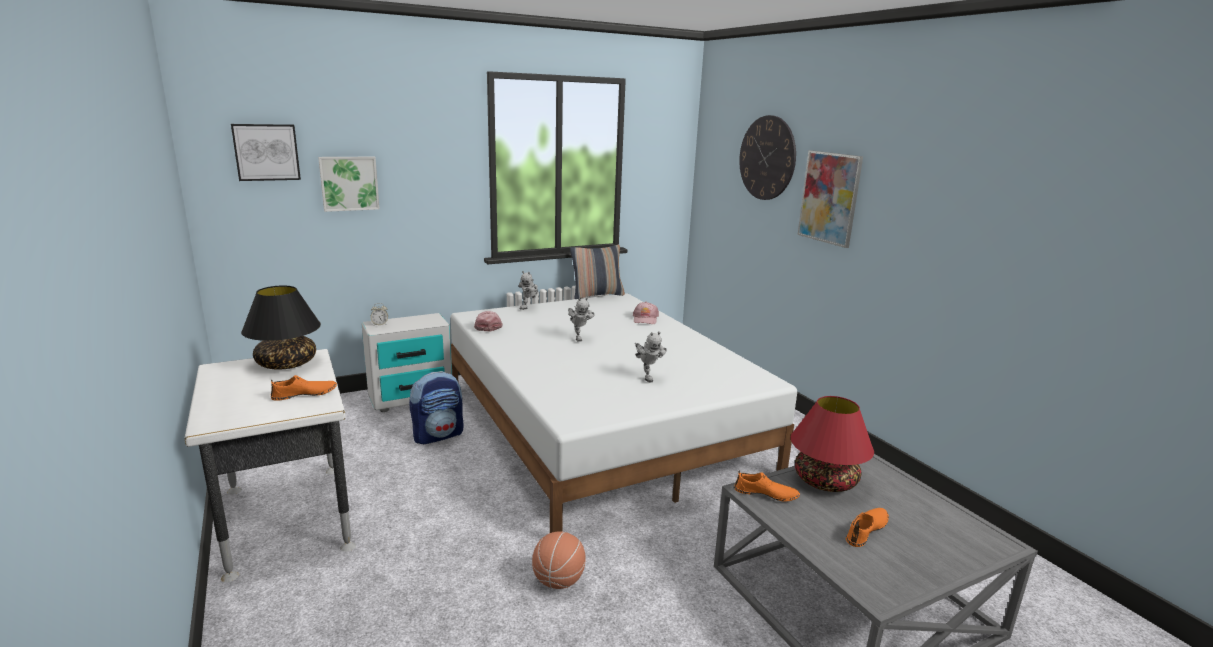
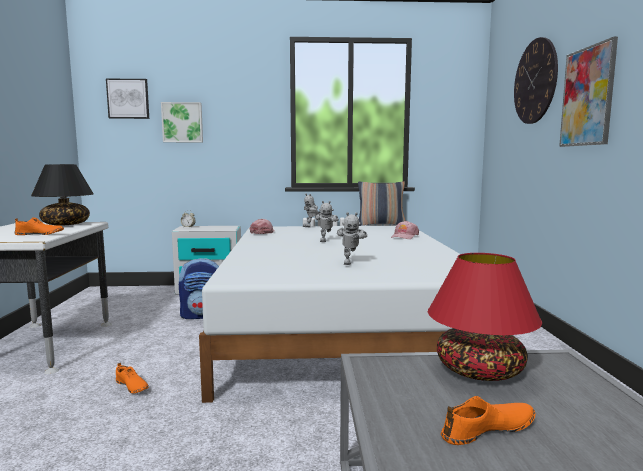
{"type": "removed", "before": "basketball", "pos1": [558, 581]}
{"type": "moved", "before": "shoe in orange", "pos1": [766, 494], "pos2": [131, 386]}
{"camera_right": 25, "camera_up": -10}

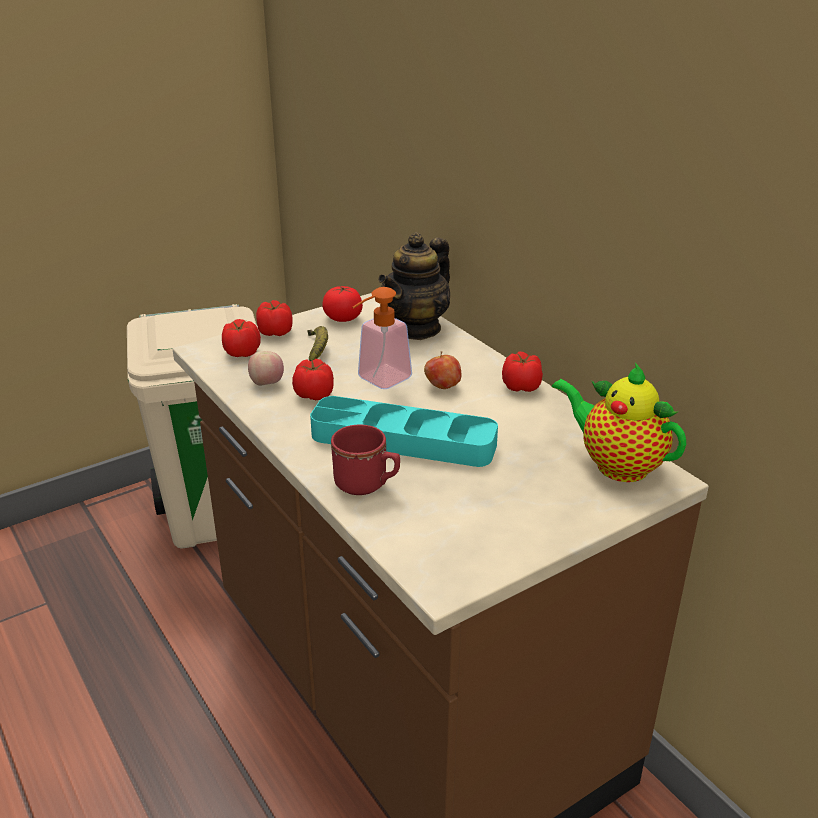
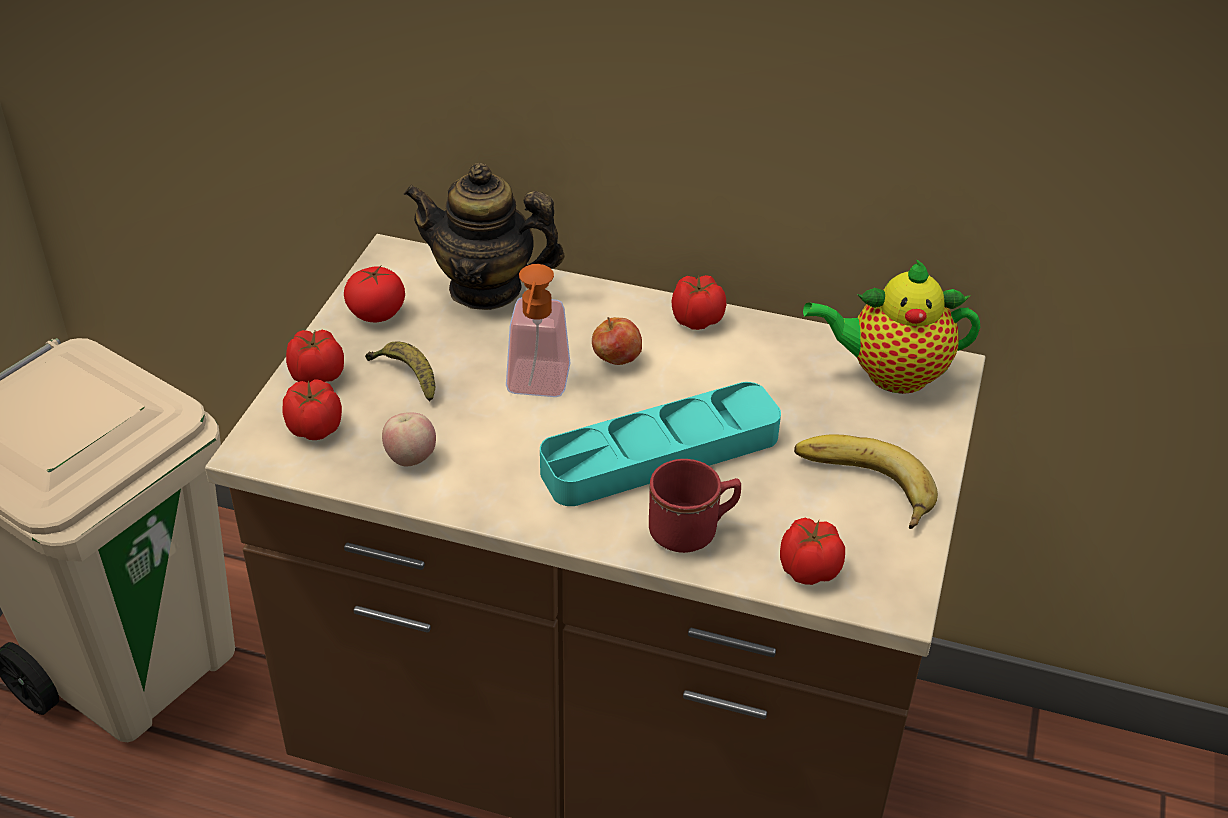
{"type": "added", "after": "banana", "pos2": [861, 488]}
{"type": "moved", "before": "tomato", "pos1": [315, 394], "pos2": [808, 568]}
{"type": "turned", "before": "teapot", "pos1": [416, 328], "pos2": [486, 288], "turn": 105}
{"camera_right": -40, "camera_up": 10}

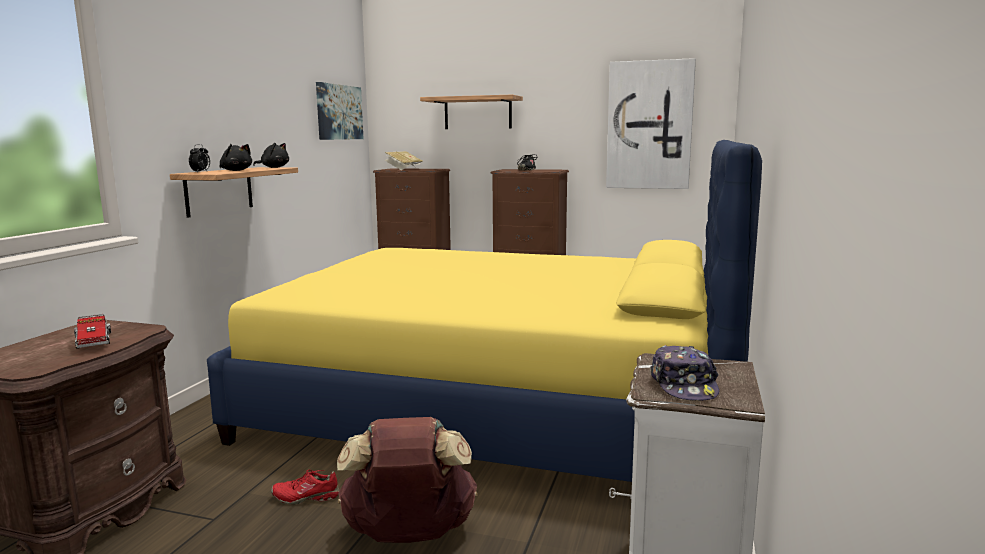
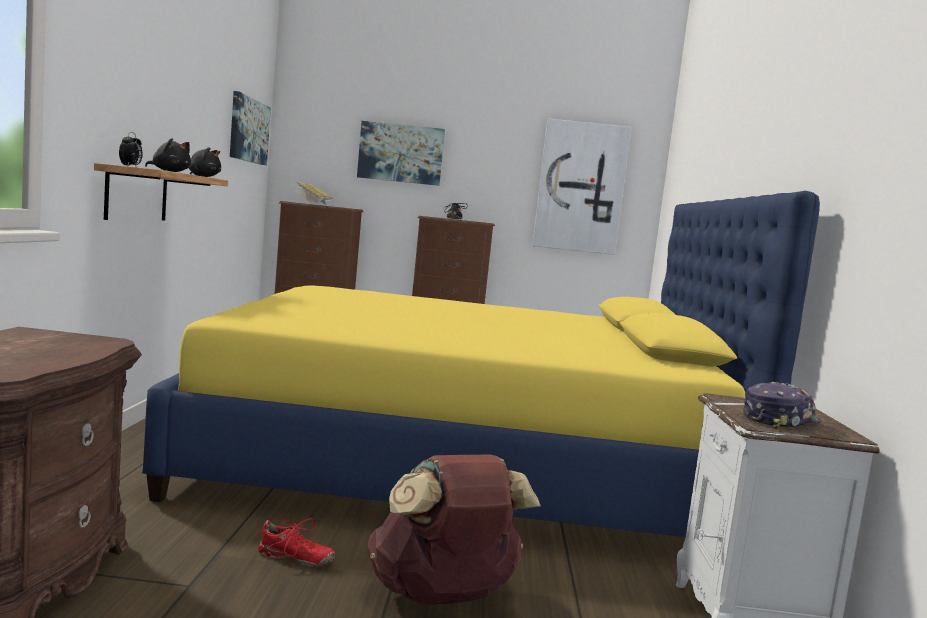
{"type": "removed", "before": "toy truck", "pos1": [93, 342]}
{"type": "replaced", "before": "shelf", "after": "picture", "pos1": [478, 113], "pos2": [401, 153]}
{"type": "turned", "before": "shoe in red", "pos1": [306, 497], "pos2": [295, 558], "turn": -150}
{"type": "turned", "before": "cap", "pos1": [684, 386], "pos2": [779, 420], "turn": -105}
{"camera_right": -15, "camera_up": -5}

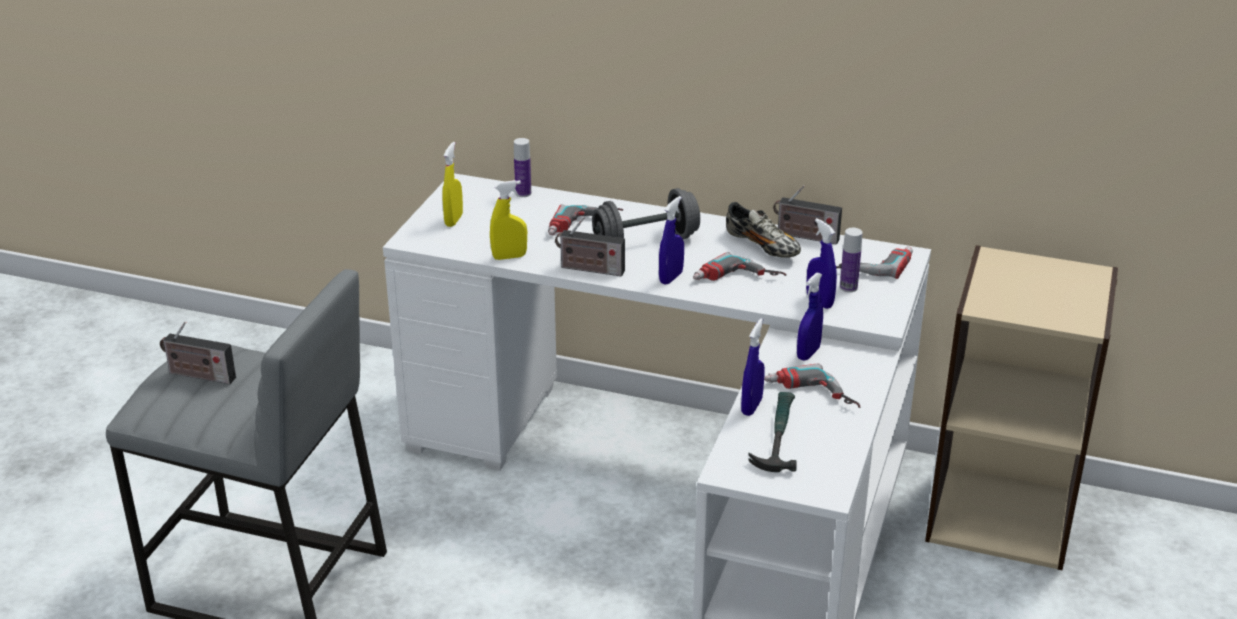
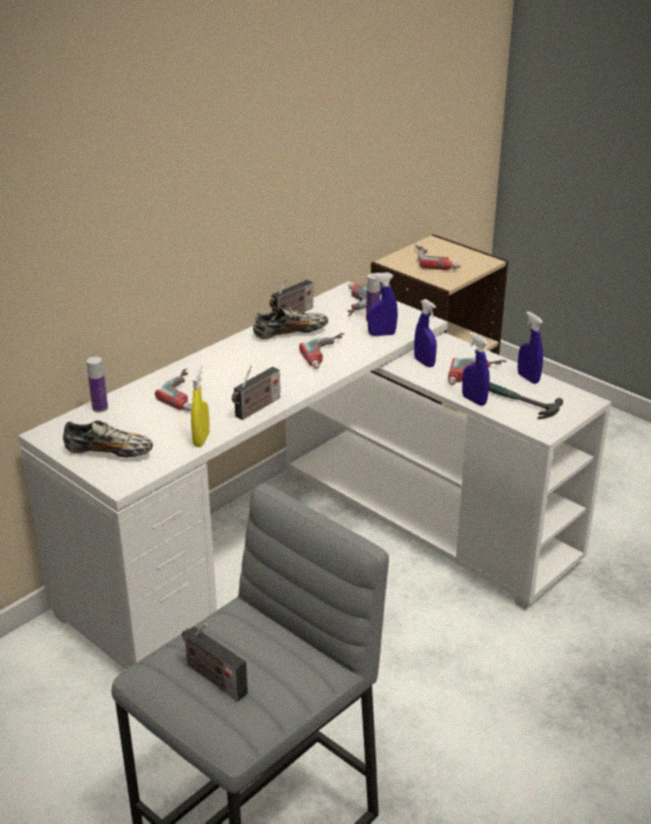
{"type": "removed", "before": "dumbbell in grey", "pos1": [645, 242]}
{"type": "added", "after": "power drill", "pos2": [437, 260]}
{"type": "moved", "before": "spray bottle in blue", "pos1": [671, 278], "pos2": [528, 378]}
{"type": "replaced", "before": "spray bottle in yellow", "after": "shoe", "pos1": [453, 220], "pos2": [109, 453]}
{"type": "turned", "before": "radio", "pos1": [199, 375], "pos2": [213, 678], "turn": 90}
{"camera_right": -65, "camera_up": 0}

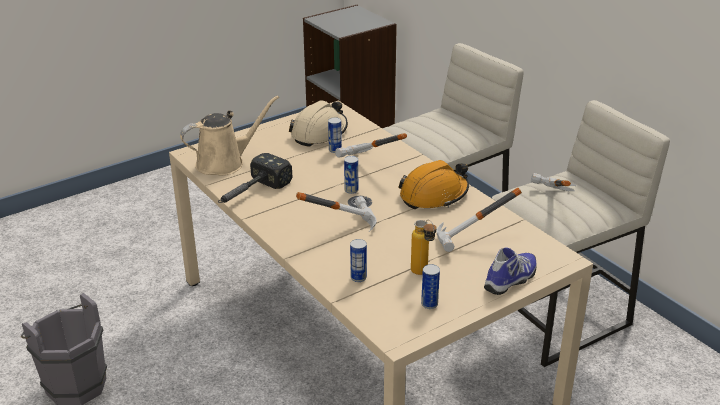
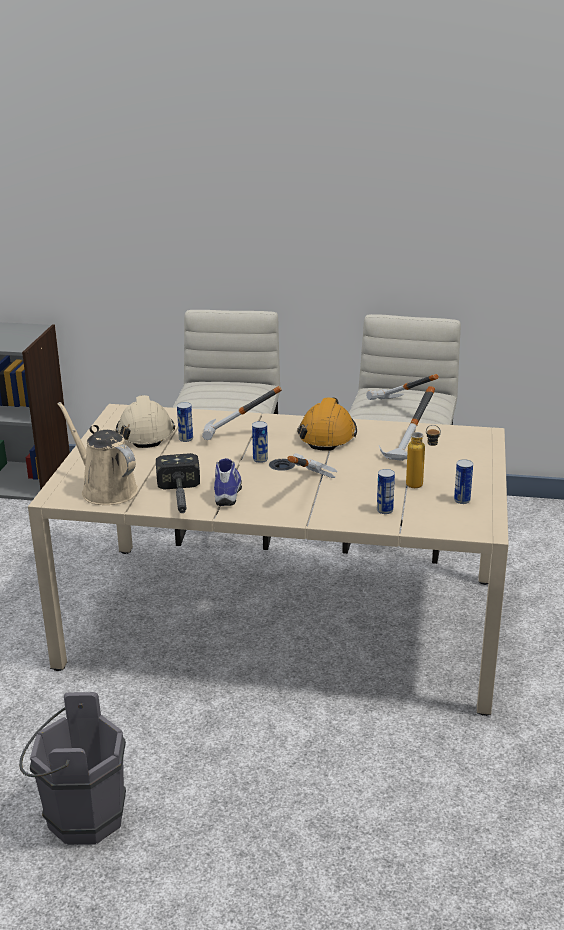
{"type": "moved", "before": "shoe", "pos1": [511, 280], "pos2": [228, 492]}
{"type": "turned", "before": "watering can in beige", "pos1": [225, 163], "pos2": [105, 489], "turn": -60}
{"camera_right": -45, "camera_up": -5}

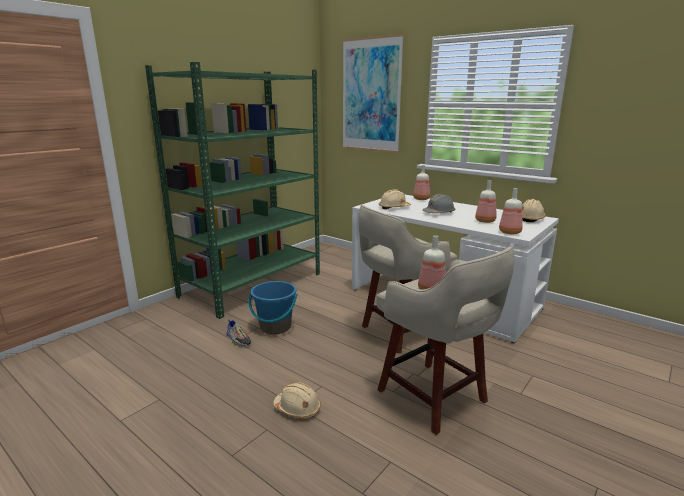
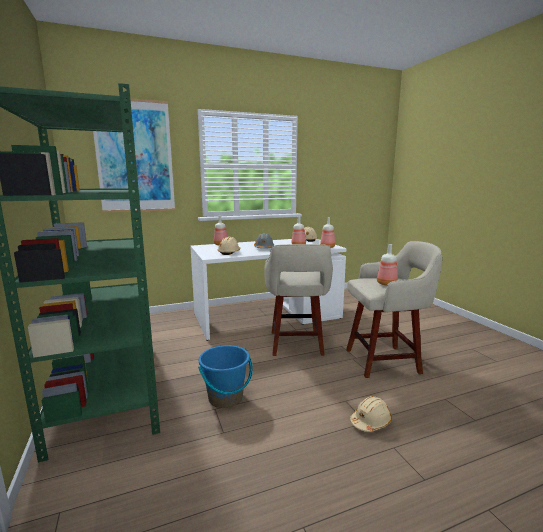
{"type": "removed", "before": "shoe", "pos1": [238, 339]}
{"camera_right": -60, "camera_up": -5}

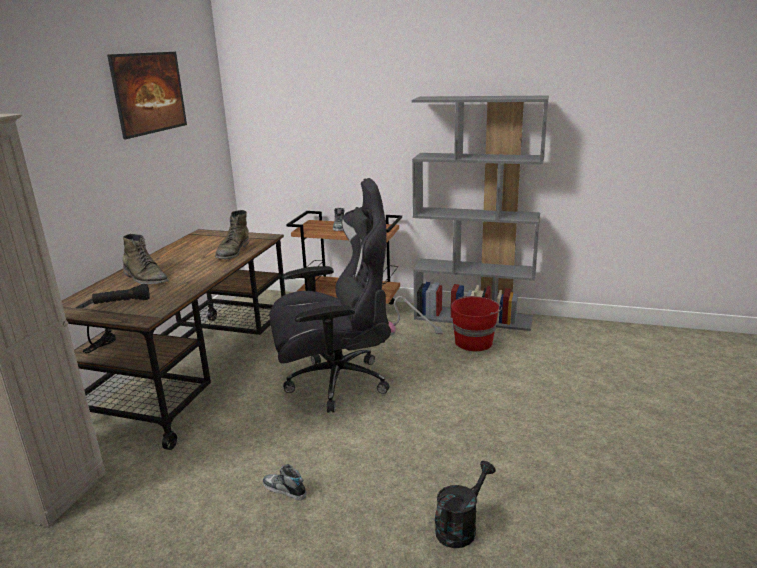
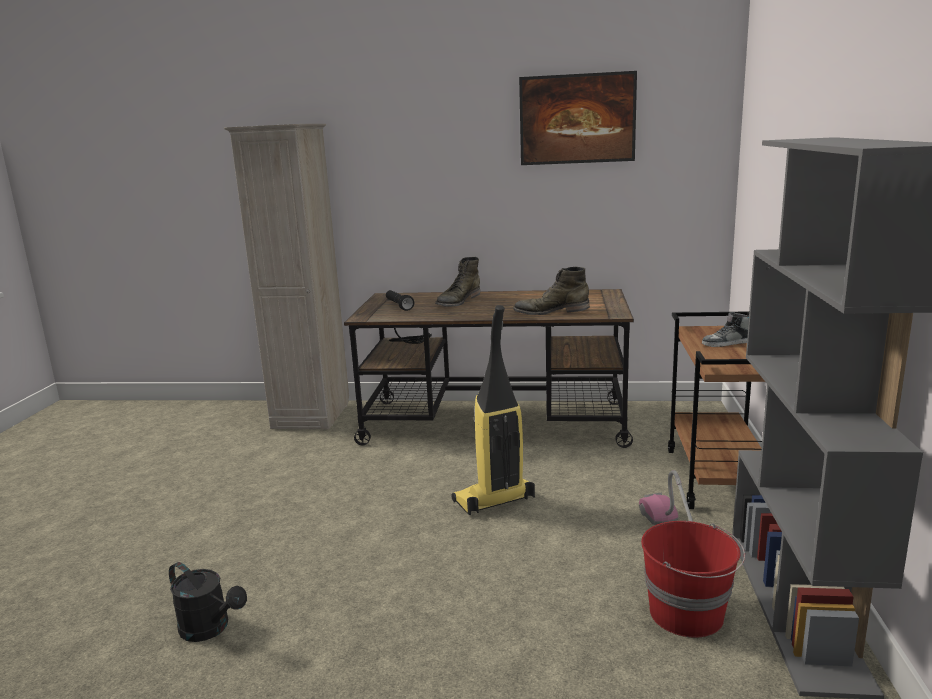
{"type": "removed", "before": "shoe", "pos1": [284, 490]}
{"type": "replaced", "before": "office chair in black", "after": "vacuum cleaner", "pos1": [331, 384], "pos2": [493, 500]}
{"camera_right": 80, "camera_up": -5}

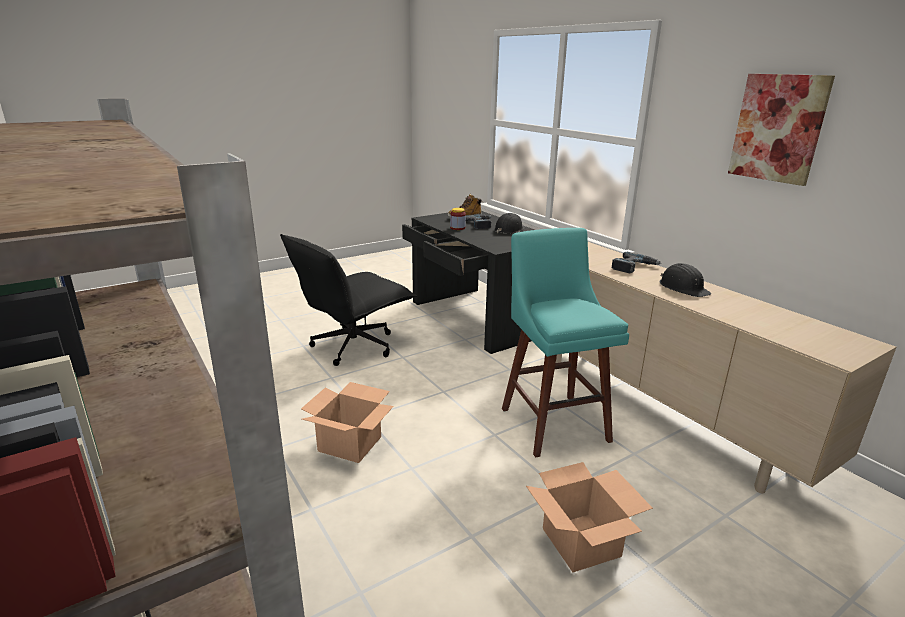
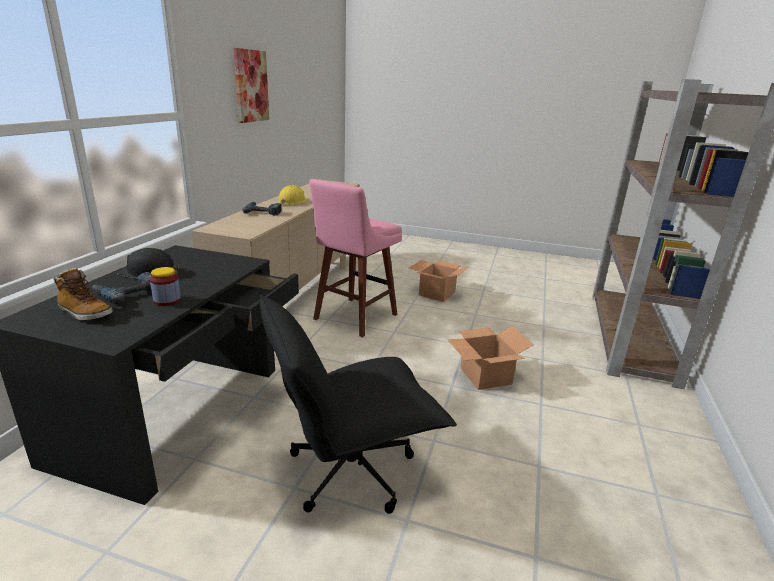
{"type": "recoloured", "before": "stool in turquoise", "after": "stool in pink", "pos1": [553, 423], "pos2": [354, 318]}
{"type": "recoloured", "before": "hard hat in black", "after": "hard hat in yellow", "pos1": [683, 288], "pos2": [292, 201]}
{"type": "turned", "before": "office chair in black", "pos1": [355, 345], "pos2": [353, 469], "turn": 150}
{"camera_right": -130, "camera_up": 0}

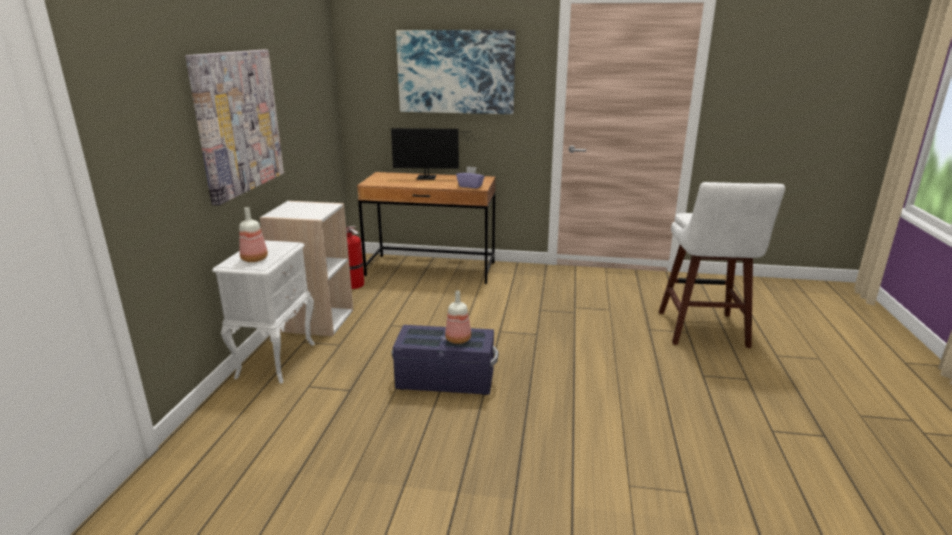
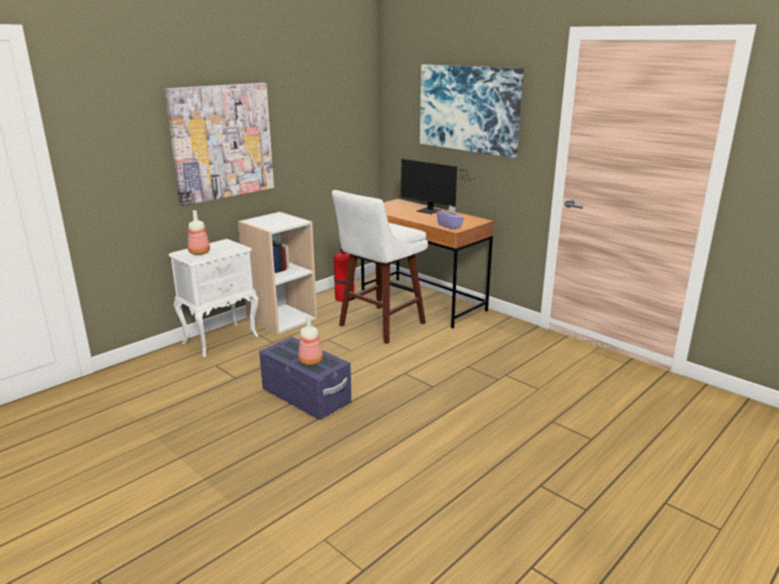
{"type": "moved", "before": "stool in white", "pos1": [703, 331], "pos2": [380, 325]}
{"camera_right": 35, "camera_up": 0}

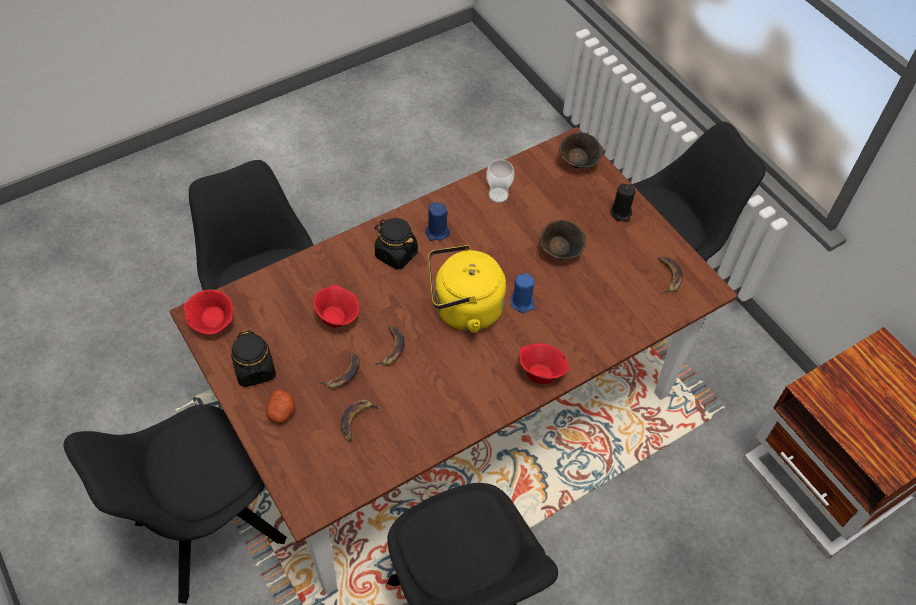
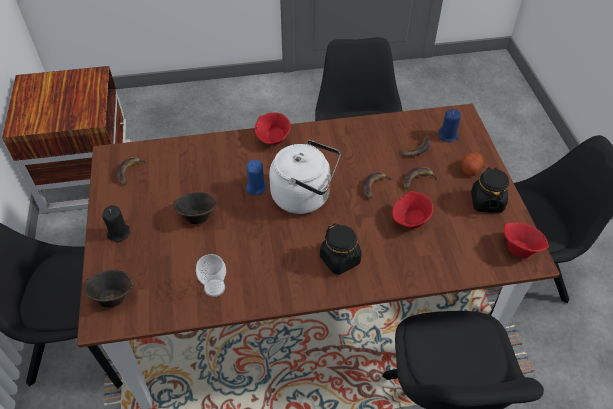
{"type": "moved", "before": "candle in blue", "pos1": [437, 232], "pos2": [448, 136]}
{"type": "recoloured", "before": "kettle in yellow", "after": "kettle in white", "pos1": [463, 309], "pos2": [305, 196]}
{"camera_right": -155, "camera_up": -5}

